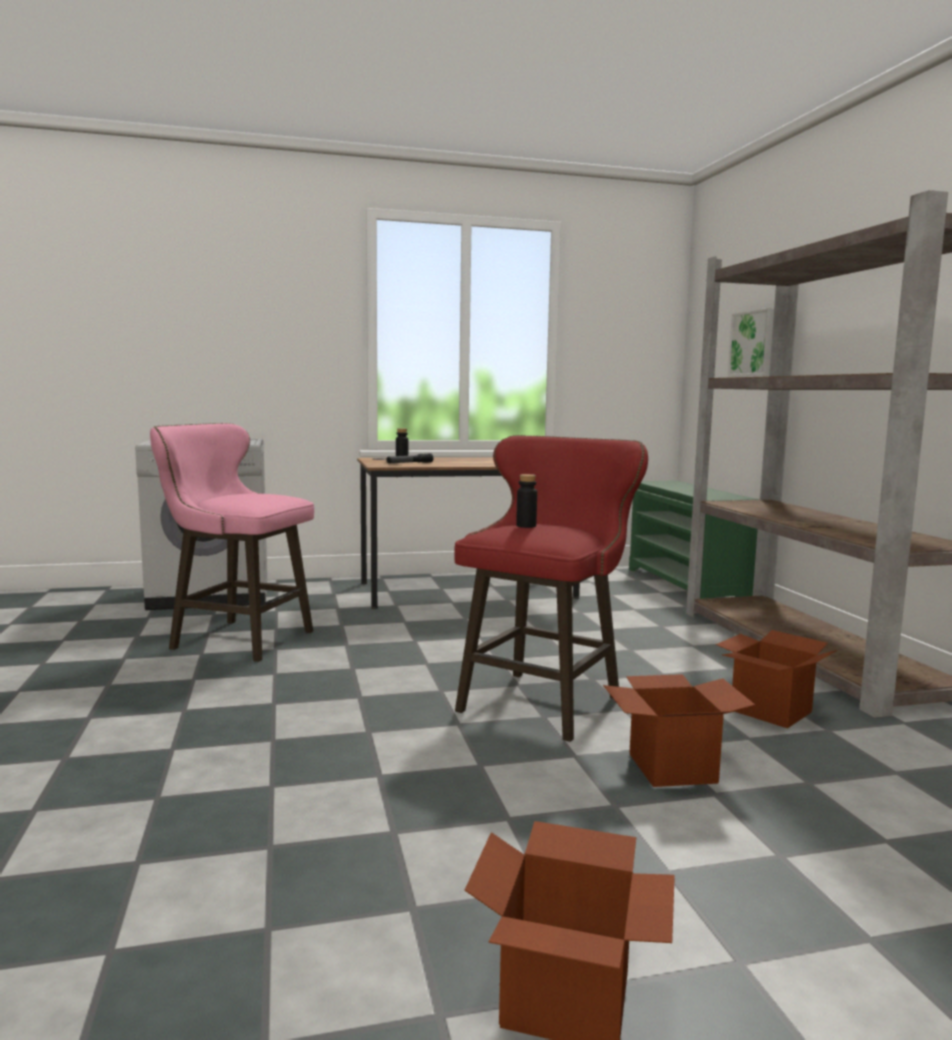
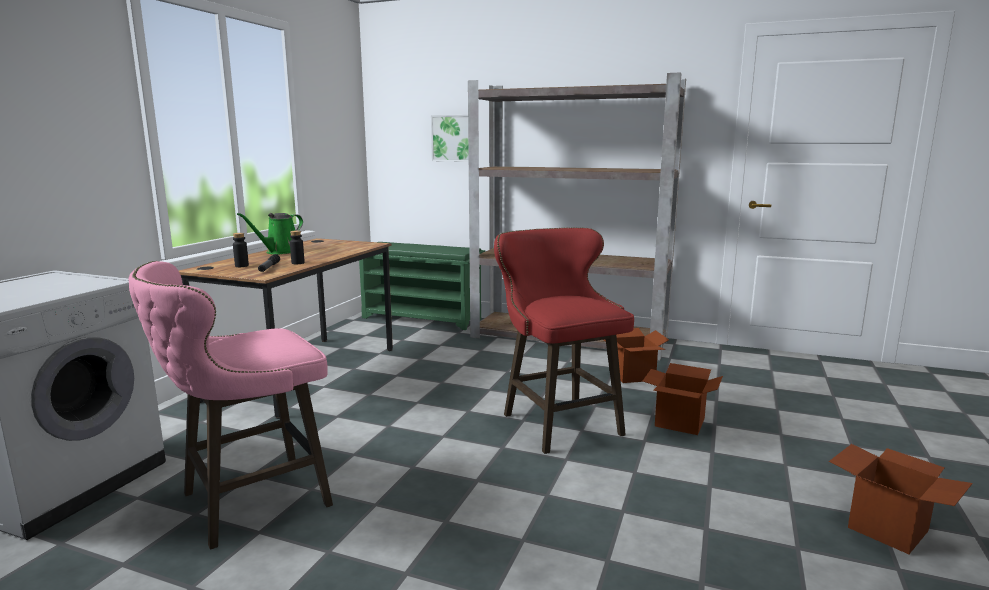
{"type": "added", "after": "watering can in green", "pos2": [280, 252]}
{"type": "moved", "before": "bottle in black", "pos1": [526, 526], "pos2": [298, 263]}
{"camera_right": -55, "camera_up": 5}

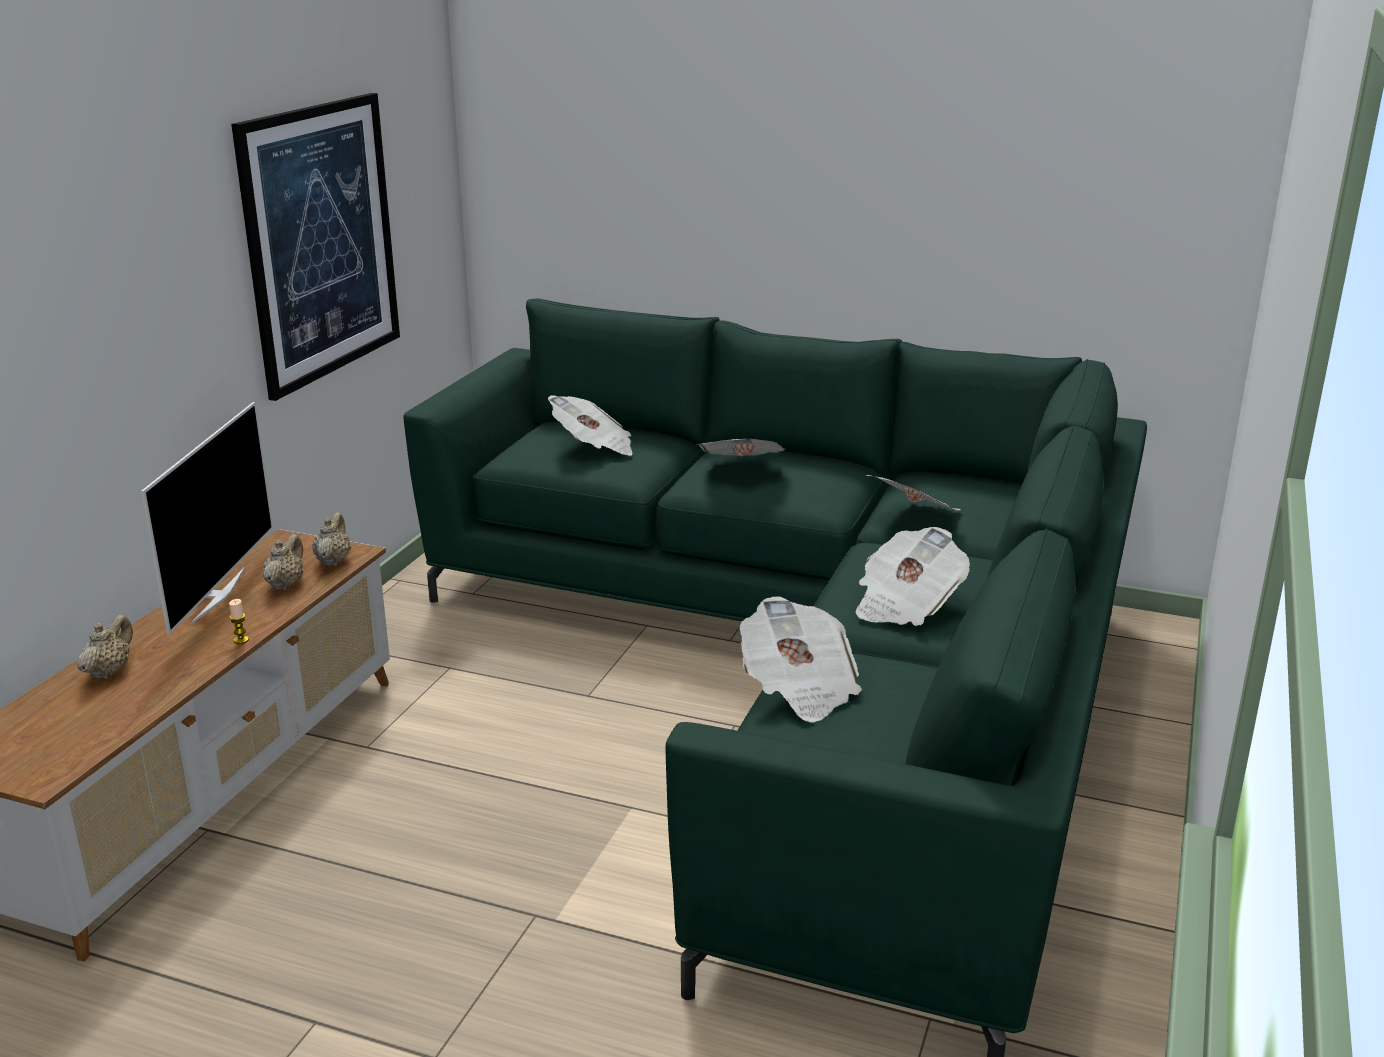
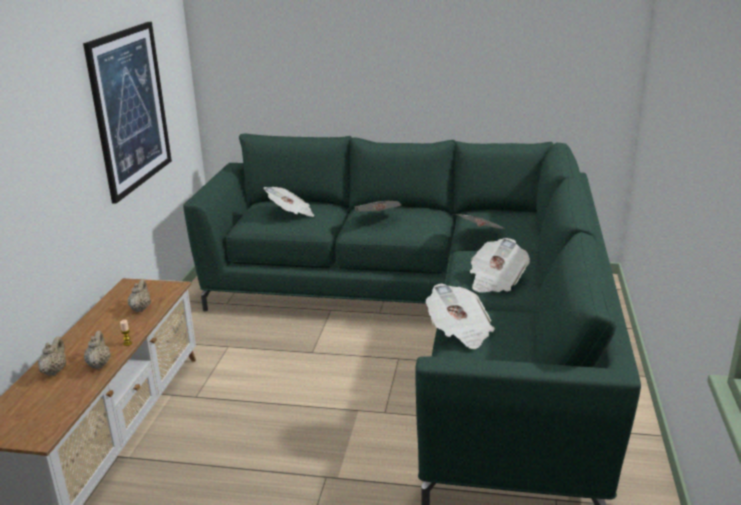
{"type": "removed", "before": "television", "pos1": [217, 595]}
{"type": "moved", "before": "teapot in beige", "pos1": [333, 560], "pos2": [99, 364]}
{"camera_right": -10, "camera_up": 0}

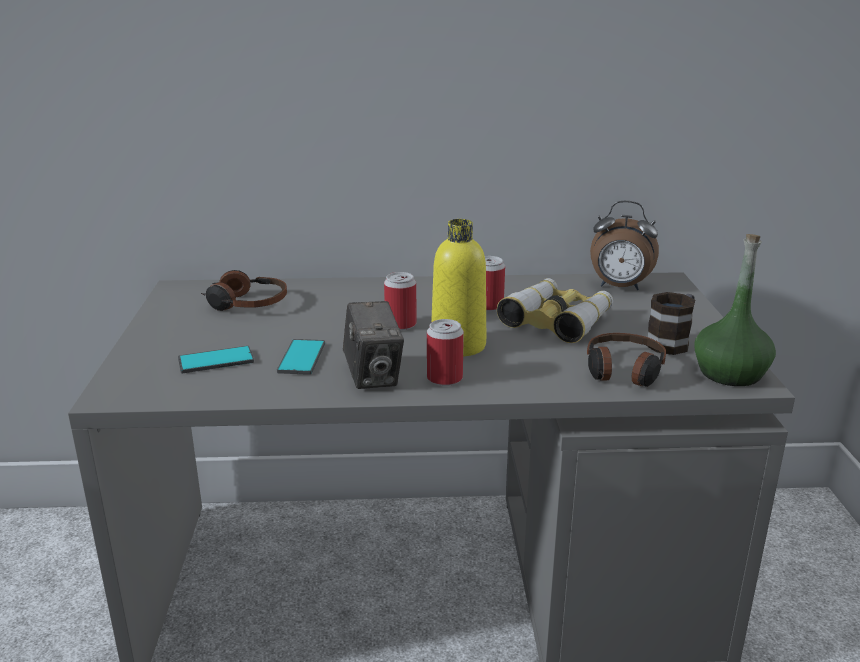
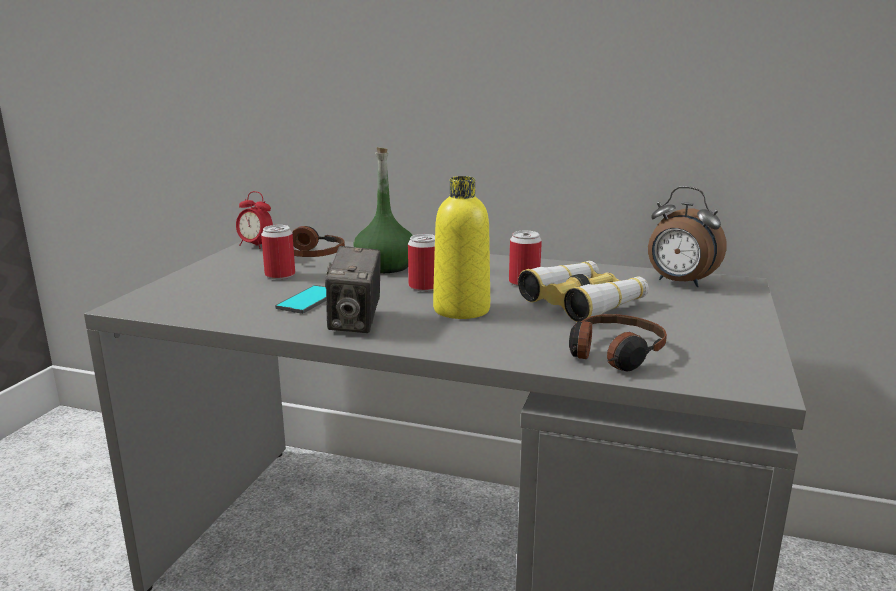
{"type": "removed", "before": "phone", "pos1": [216, 361]}
{"type": "removed", "before": "mug", "pos1": [672, 342]}
{"type": "added", "after": "alarm clock", "pos2": [255, 246]}
{"type": "moved", "before": "can", "pos1": [444, 378], "pos2": [280, 275]}
{"type": "moved", "before": "bottle in green", "pos1": [730, 373], "pos2": [385, 266]}
{"camera_right": 20, "camera_up": -5}

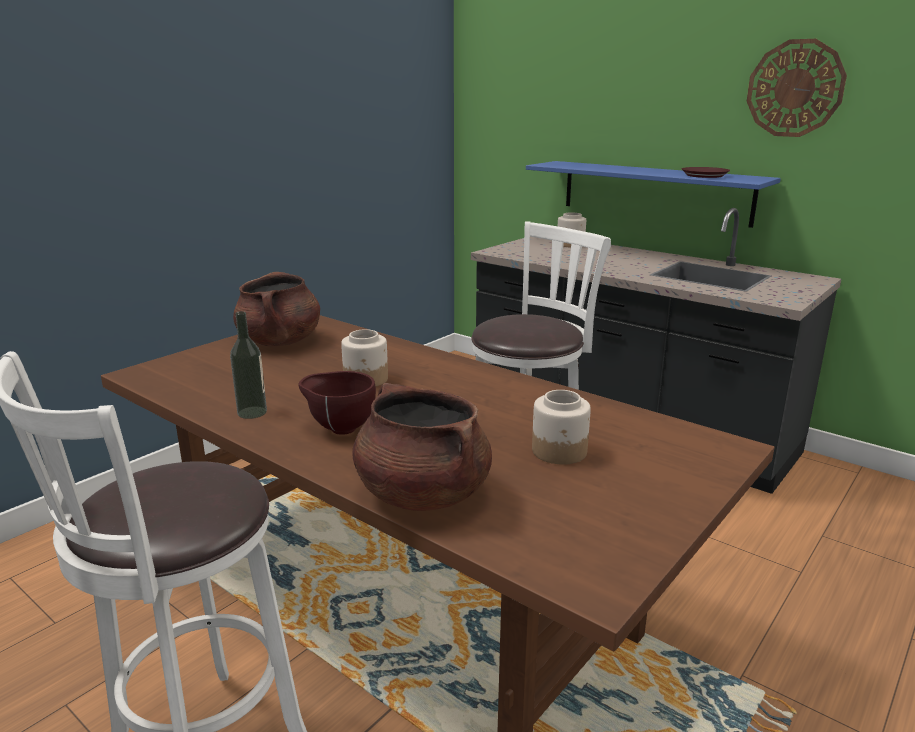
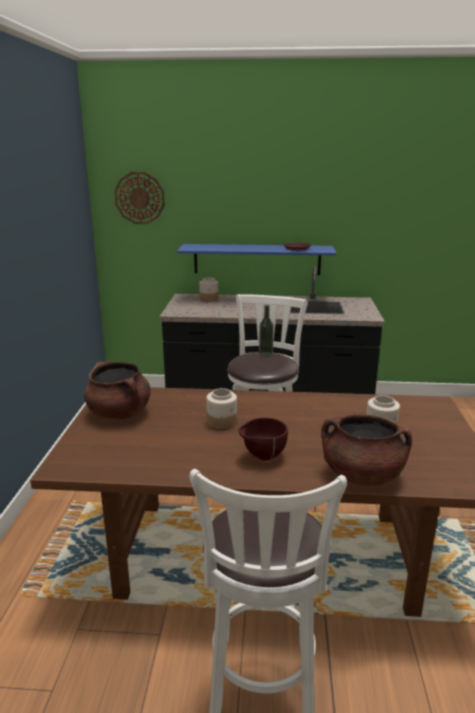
{"type": "moved", "before": "bottle", "pos1": [252, 412], "pos2": [265, 354]}
{"type": "moved", "before": "wall clock", "pos1": [795, 88], "pos2": [139, 198]}
{"camera_right": -35, "camera_up": 0}

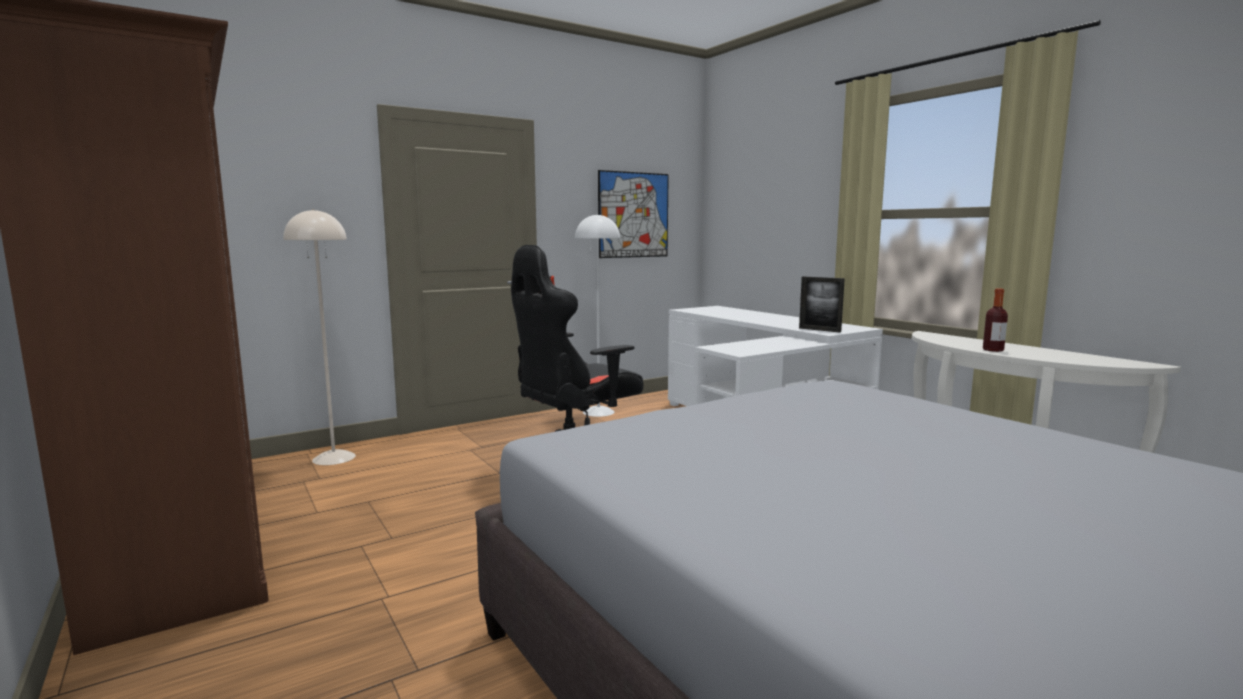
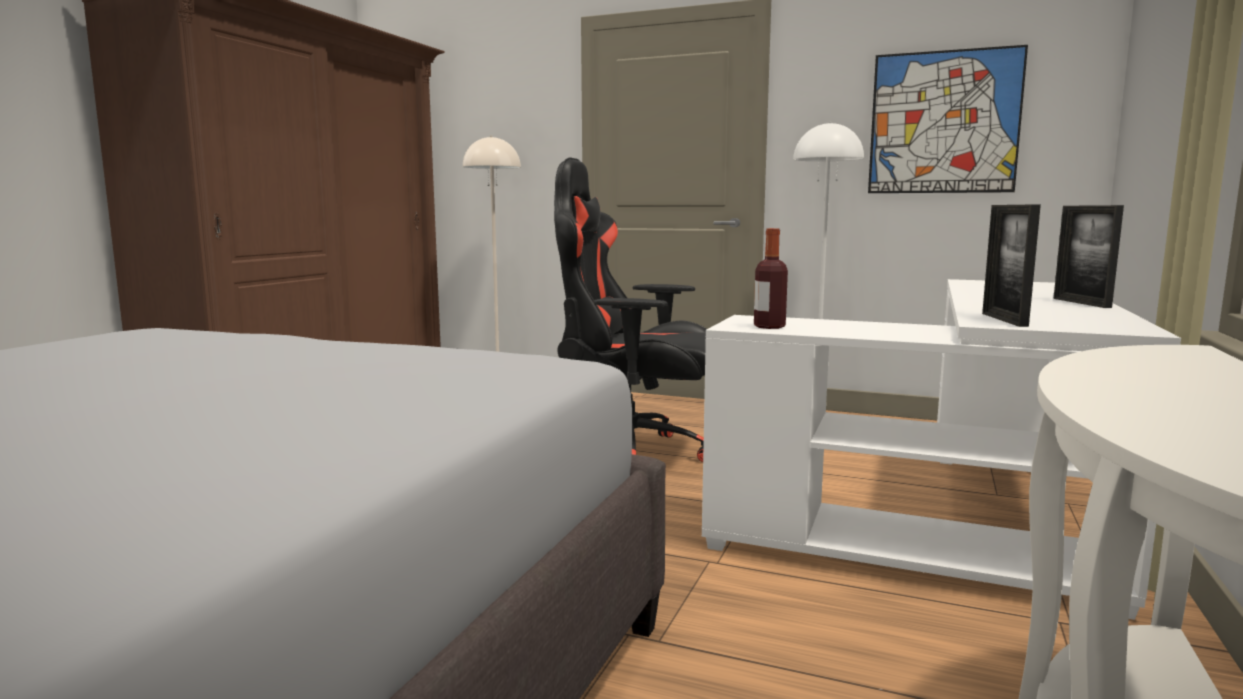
{"type": "added", "after": "picture frame", "pos2": [1081, 303]}
{"type": "moved", "before": "bottle", "pos1": [993, 350], "pos2": [769, 327]}
{"camera_right": 55, "camera_up": 0}

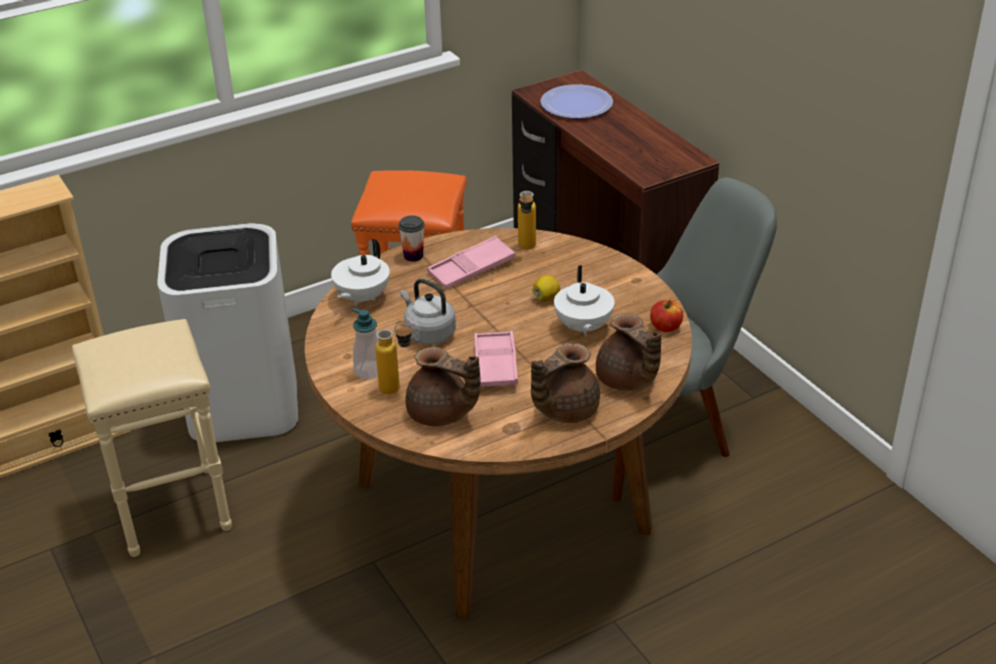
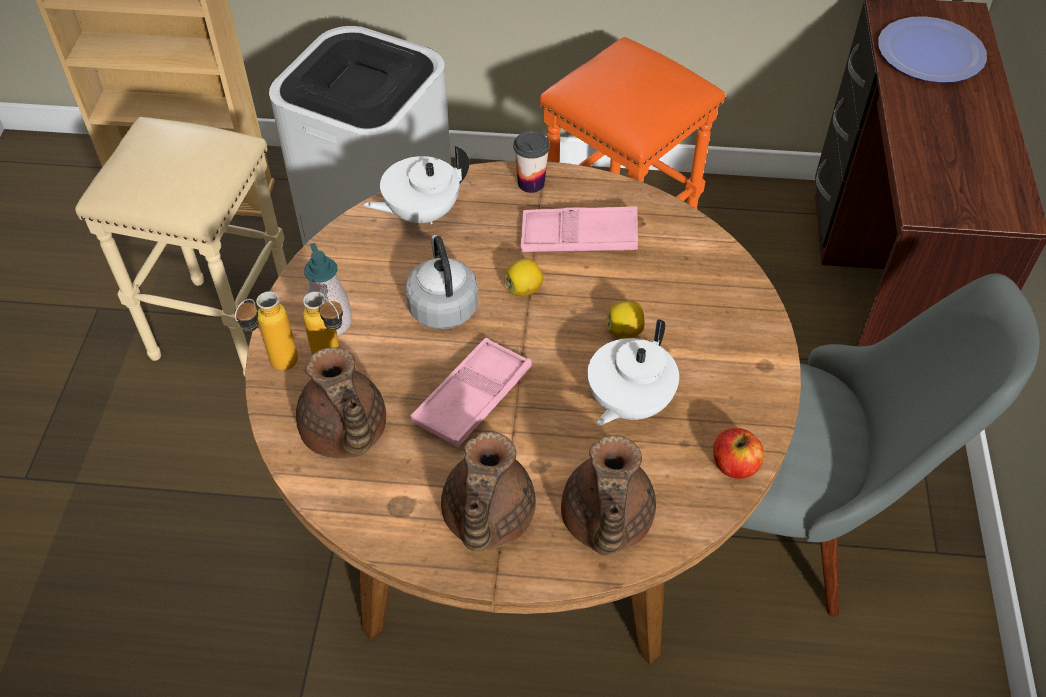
{"type": "added", "after": "lemon", "pos2": [524, 289]}
{"type": "moved", "before": "bottle", "pos1": [526, 249], "pos2": [275, 368]}
{"type": "turned", "before": "teapot in brown", "pos1": [564, 410], "pos2": [486, 519], "turn": -75}
{"camera_right": 35, "camera_up": 15}

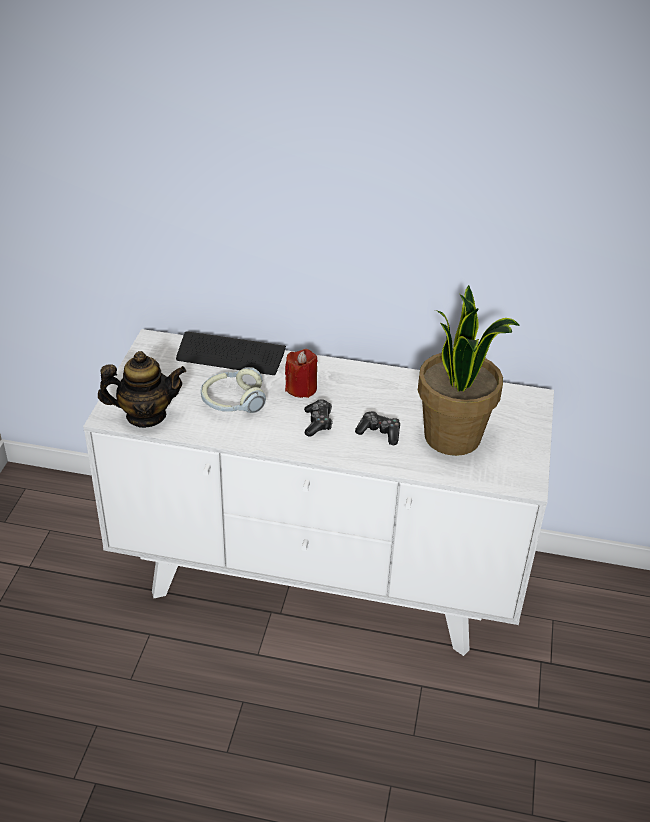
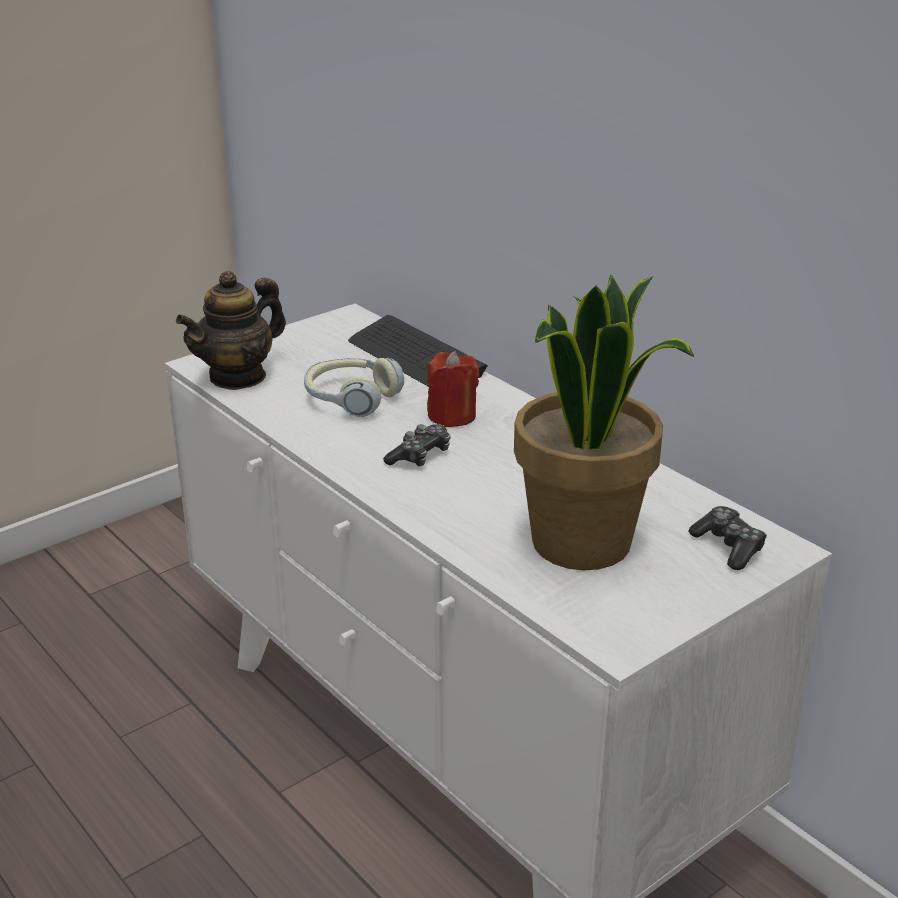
{"type": "moved", "before": "game controller", "pos1": [379, 433], "pos2": [728, 547]}
{"type": "turned", "before": "teapot", "pos1": [145, 416], "pos2": [238, 377], "turn": 105}
{"camera_right": 40, "camera_up": -10}

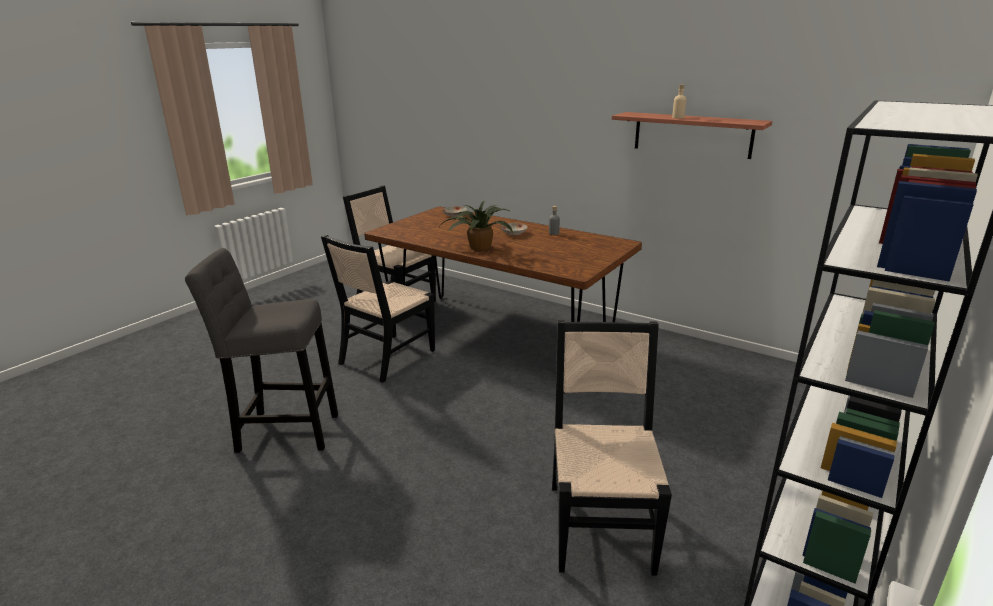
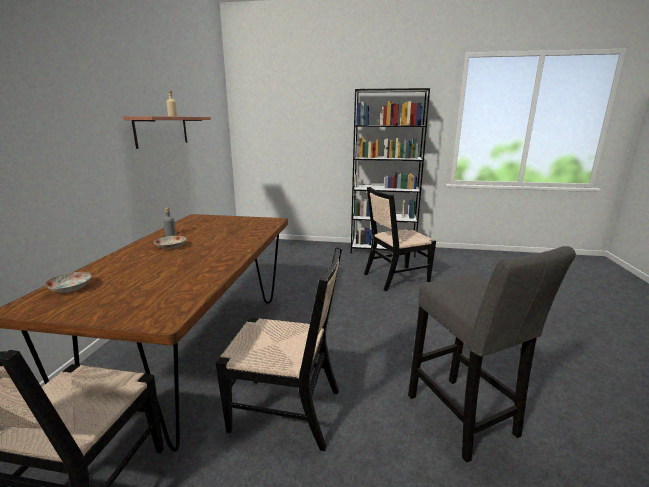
{"type": "removed", "before": "potted plant", "pos1": [478, 248]}
{"camera_right": -115, "camera_up": -5}

